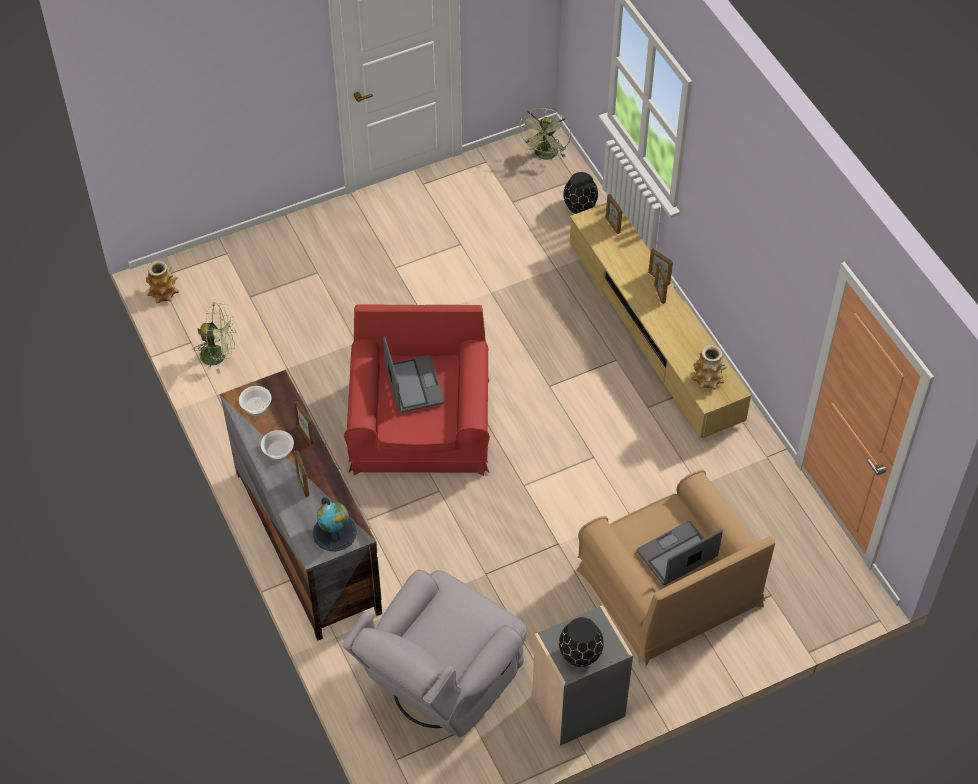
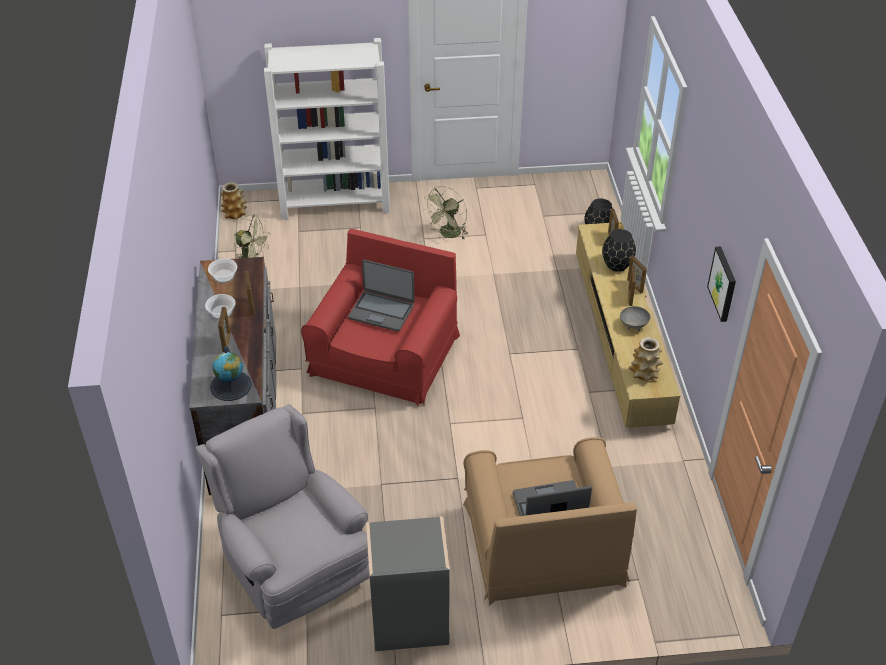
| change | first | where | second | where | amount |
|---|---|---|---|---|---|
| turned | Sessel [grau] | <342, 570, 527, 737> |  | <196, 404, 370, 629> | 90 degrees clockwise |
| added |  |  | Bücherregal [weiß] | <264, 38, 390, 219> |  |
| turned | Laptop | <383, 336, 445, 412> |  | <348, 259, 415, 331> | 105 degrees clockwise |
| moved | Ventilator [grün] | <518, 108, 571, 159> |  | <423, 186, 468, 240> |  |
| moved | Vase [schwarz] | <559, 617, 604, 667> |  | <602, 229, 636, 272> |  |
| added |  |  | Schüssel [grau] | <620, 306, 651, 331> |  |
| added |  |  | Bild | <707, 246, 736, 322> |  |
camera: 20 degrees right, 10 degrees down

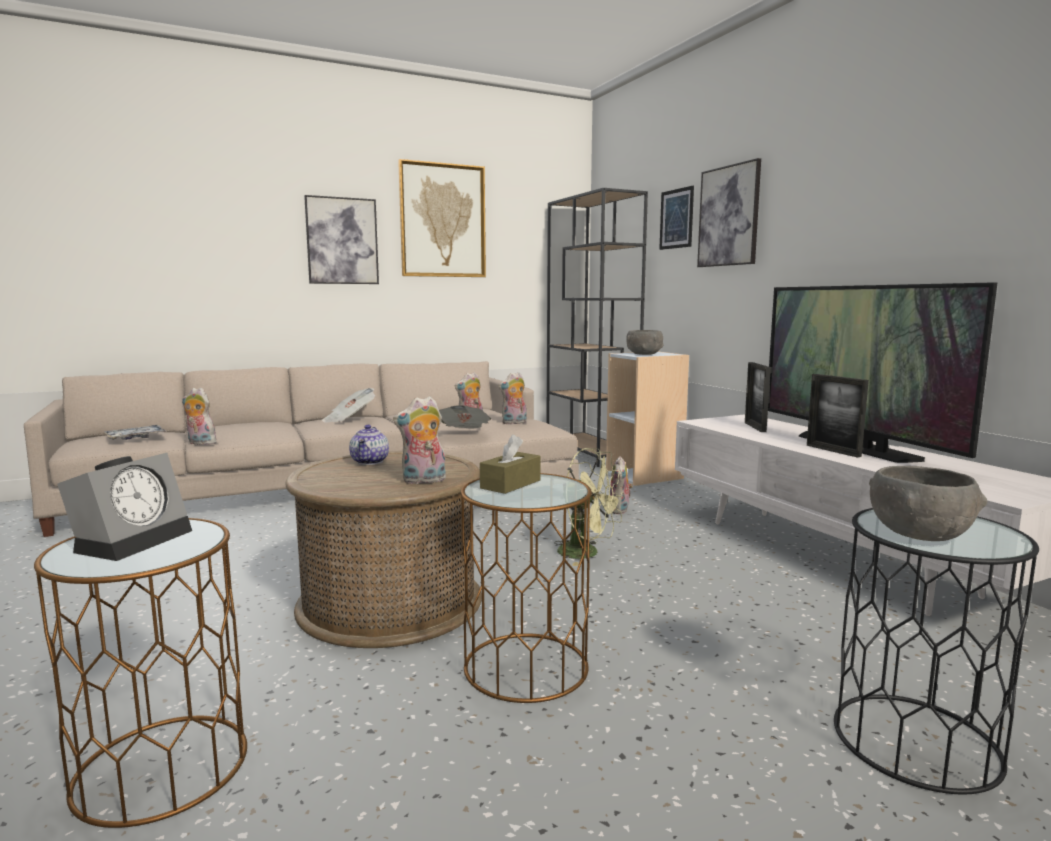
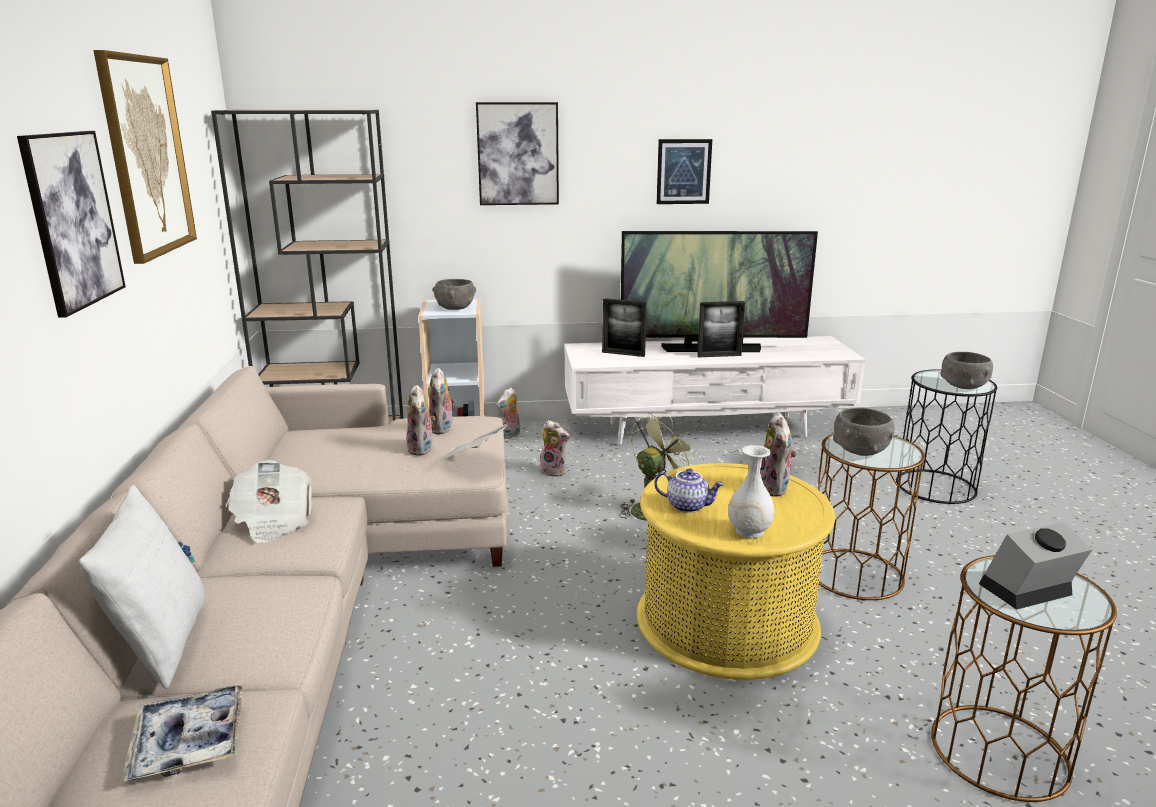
| change | first | where | second | where | amount |
|---|---|---|---|---|---|
| added |  |  | Kissen [grau] | <79, 485, 205, 689> |  |
| moved | Plüschtier | <182, 388, 218, 445> |  | <496, 387, 520, 439> |  |
| recoloured | Couchtisch [braun] | <285, 451, 482, 648> | Couchtisch [gelb] | <637, 463, 835, 680> |  |
| moved | Bild | <659, 186, 694, 250> |  | <657, 139, 712, 204> |  |
| added |  |  | Vase [weiß] | <728, 445, 775, 538> |  |
| replaced | Taschentuchbox [braun] | <480, 434, 541, 494> | Schüssel [grau] | <833, 408, 895, 456> |  |
| turned | Wecker | <57, 453, 192, 561> |  | <979, 522, 1092, 610> | 60 degrees counterclockwise |
camera: 70 degrees left, 10 degrees up

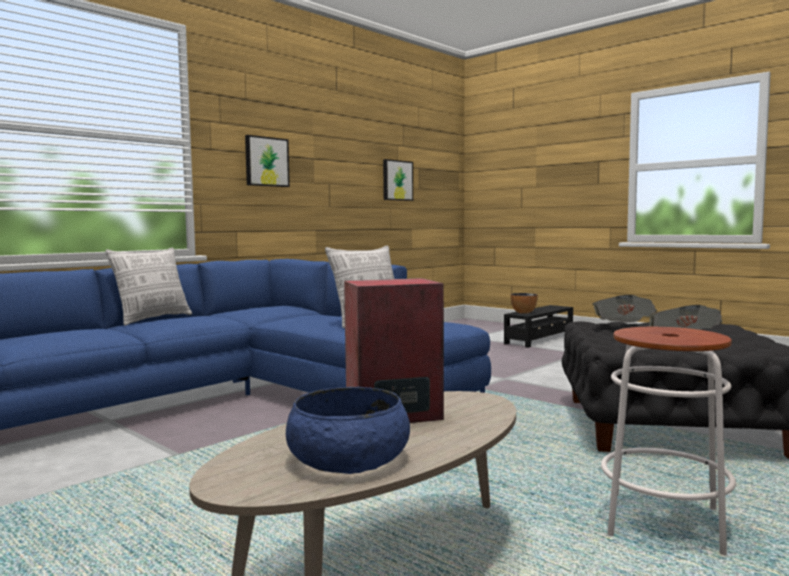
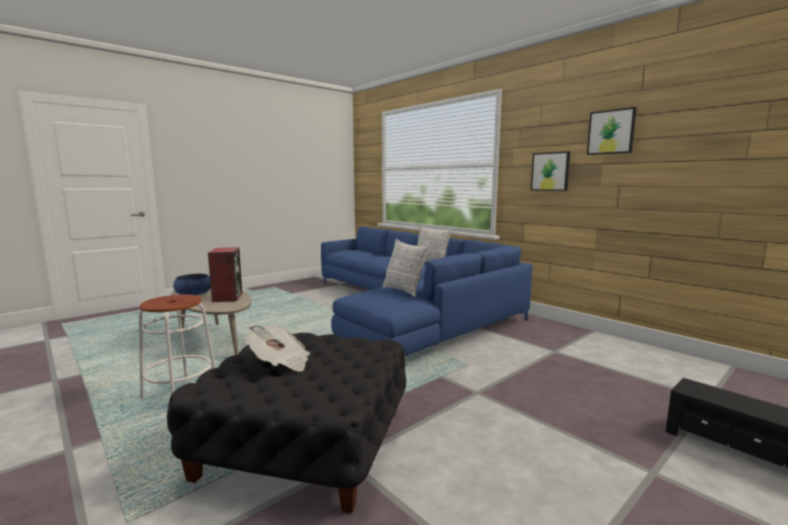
| change | first | where | second | where | amount |
|---|---|---|---|---|---|
| moved | Bild | <383, 159, 413, 201> |  | <587, 107, 637, 155> |  |
| removed | Schüssel | <511, 293, 538, 314> |  |  |  |
| removed | Zeitung | <592, 295, 657, 323> |  |  |  |
camera: 95 degrees right, 5 degrees up

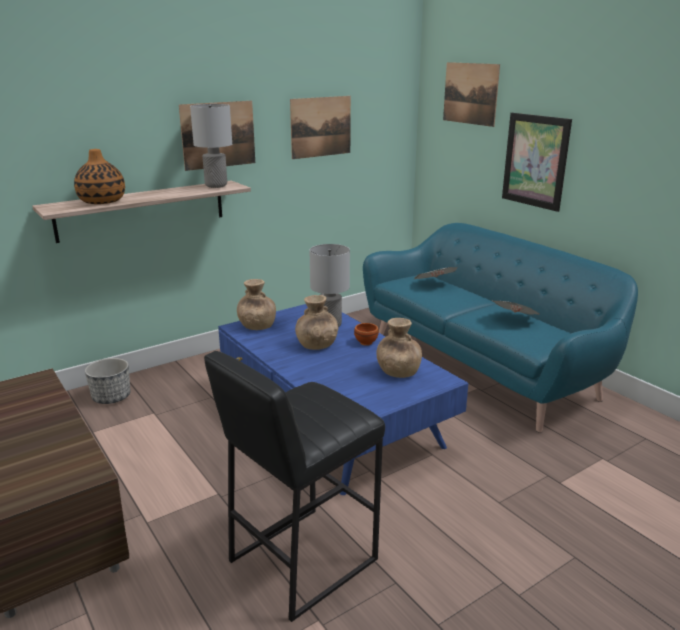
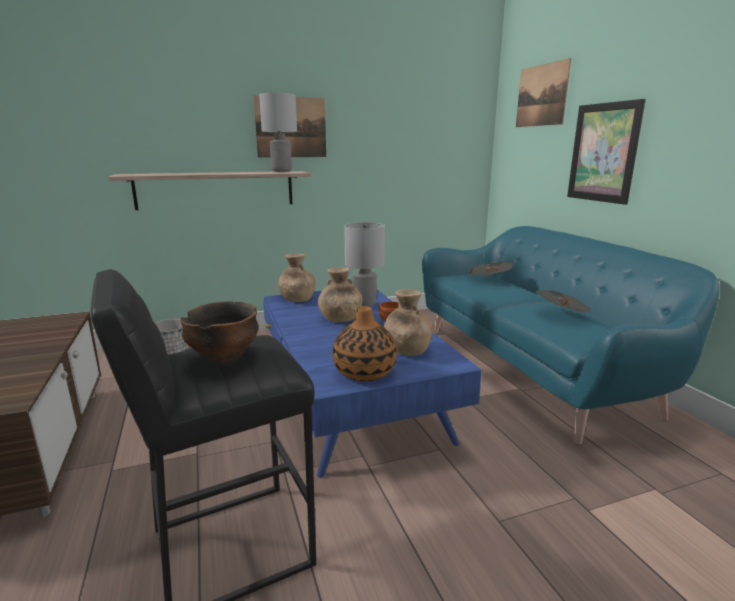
| change | first | where | second | where | amount |
|---|---|---|---|---|---|
| added |  |  | Schüssel | <180, 301, 259, 362> |  |
| moved | Vase | <74, 149, 125, 204> |  | <333, 306, 397, 381> |  |
| removed | Bild | <290, 96, 351, 159> |  |  |  |
camera: 15 degrees right, 5 degrees down

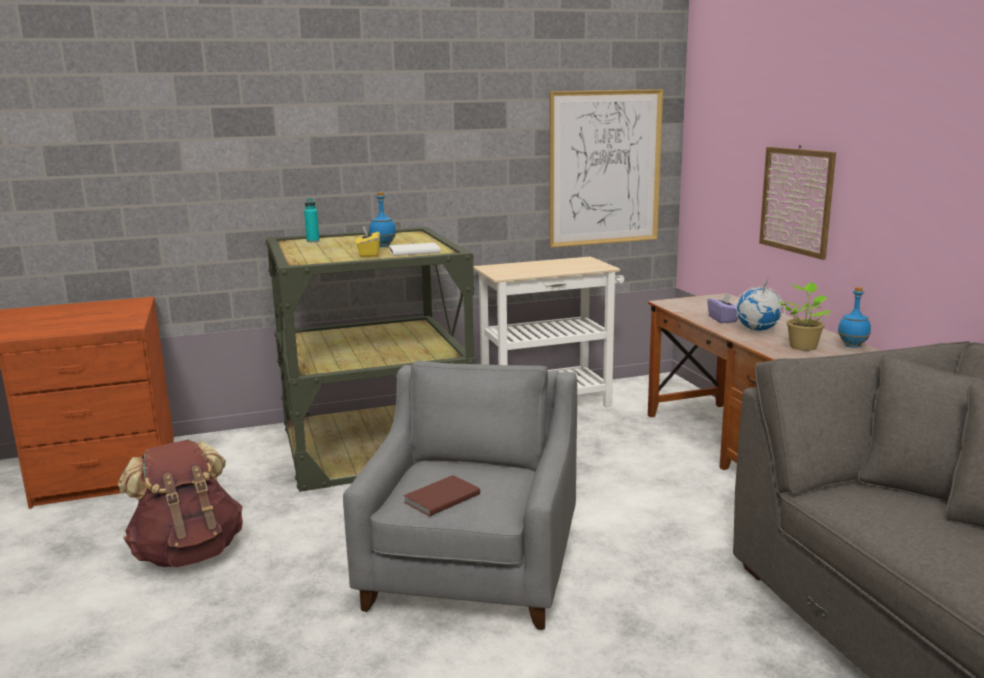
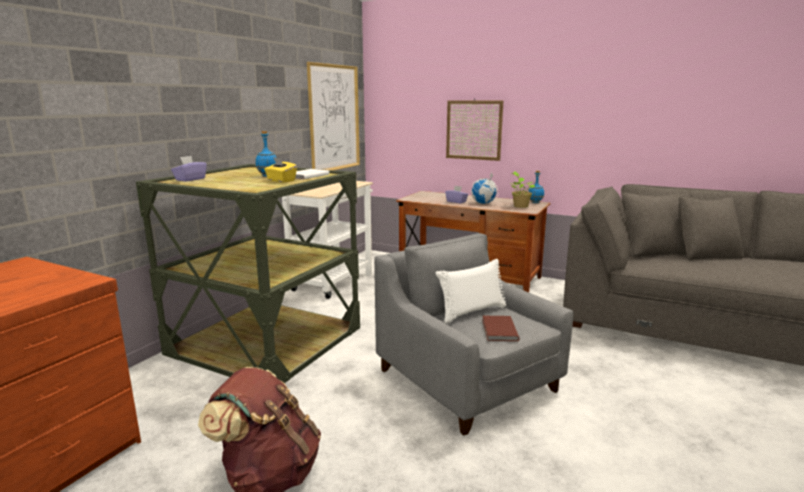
| change | first | where | second | where | amount |
|---|---|---|---|---|---|
| replaced | Flasche [türkis] | <304, 198, 320, 242> | Taschentuchbox [lila] | <171, 156, 207, 182> |  |
| added |  |  | Kissen [weiß] | <436, 259, 506, 323> |  |
camera: 45 degrees left, 0 degrees up

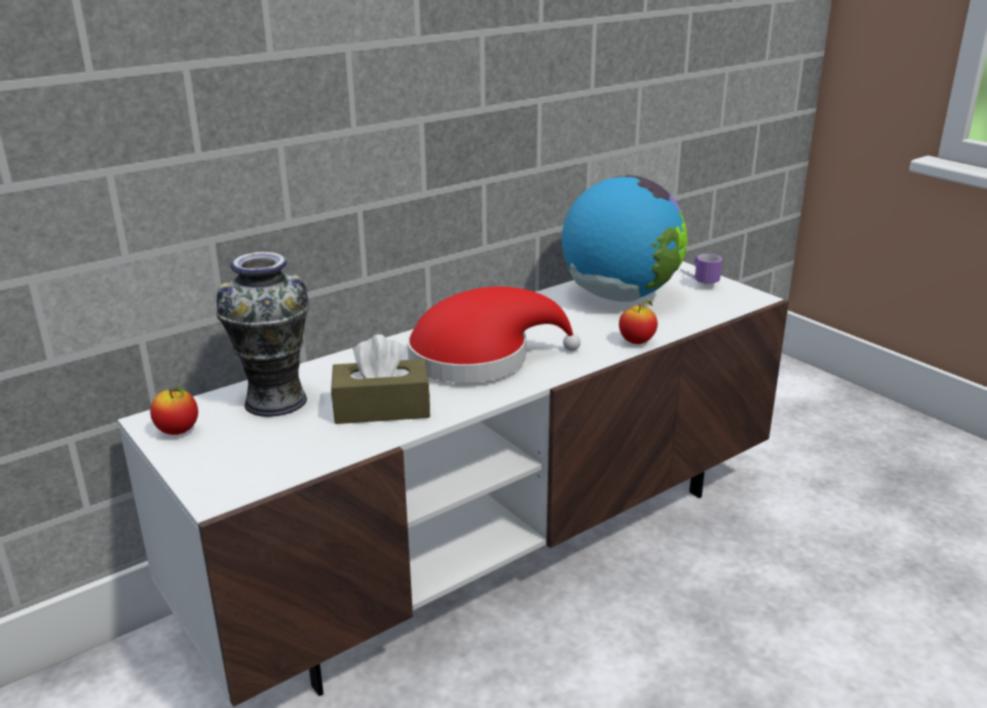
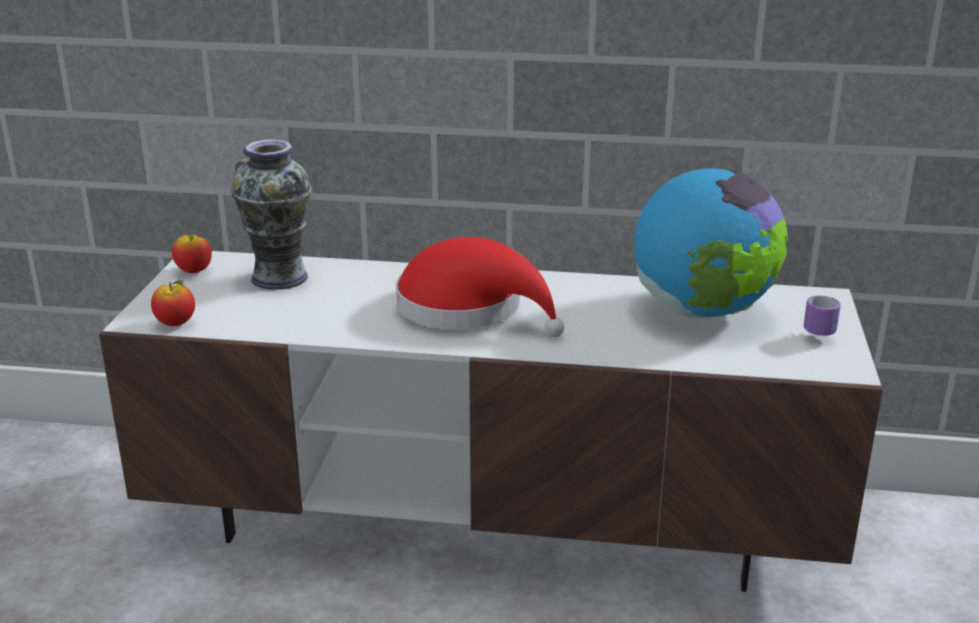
| change | first | where | second | where | amount |
|---|---|---|---|---|---|
| moved | Apfel | <619, 300, 658, 344> |  | <151, 280, 195, 326> |  |
| removed | Taschentuchbox [braun] | <331, 335, 430, 424> |  |  |  |
camera: 45 degrees right, 0 degrees up

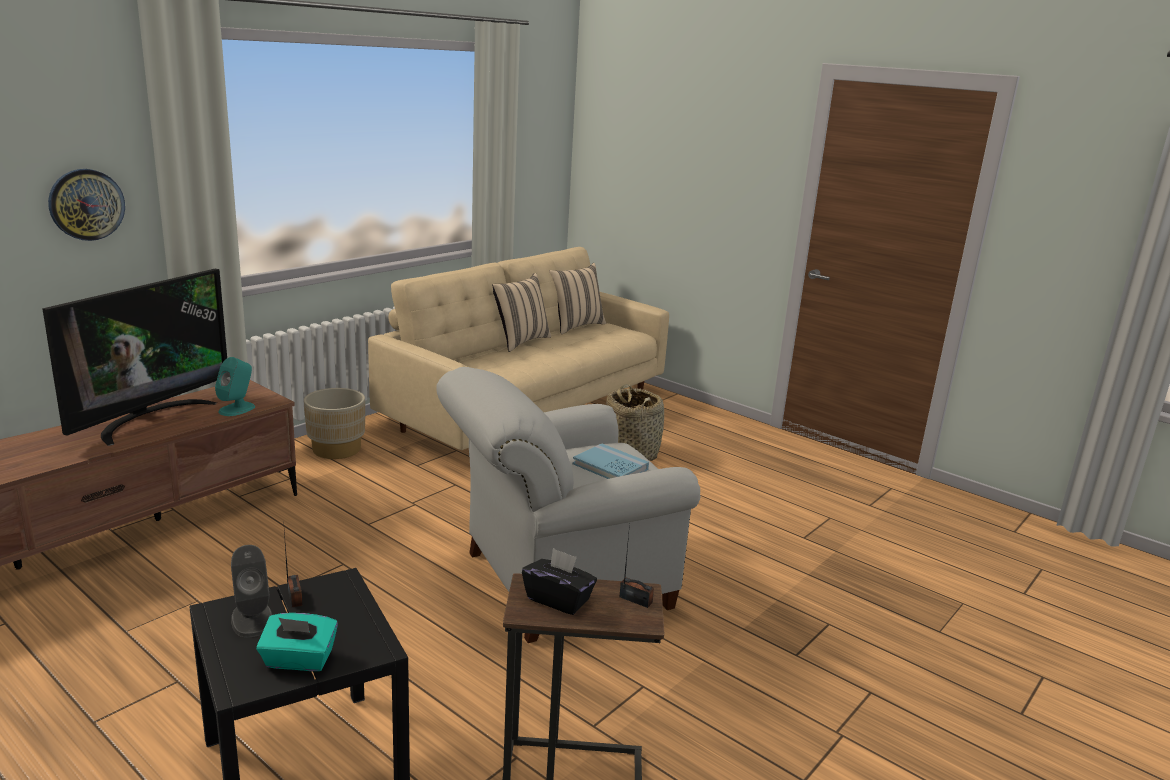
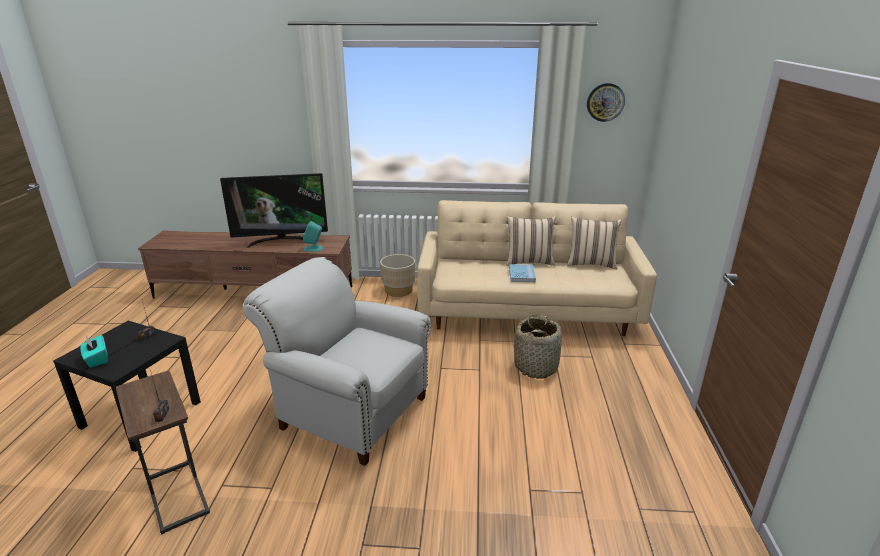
| change | first | where | second | where | amount |
|---|---|---|---|---|---|
| moved | Buch [blau] | <573, 443, 649, 479> |  | <509, 264, 536, 282> |  |
| moved | Wanduhr | <48, 169, 125, 241> |  | <587, 83, 625, 122> |  |
| removed | Lautsprecher [grau] | <231, 545, 273, 637> |  |  |  |
| removed | Taschentuchbox [schwarz] | <522, 548, 597, 615> |  |  |  |
camera: 55 degrees right, 5 degrees up

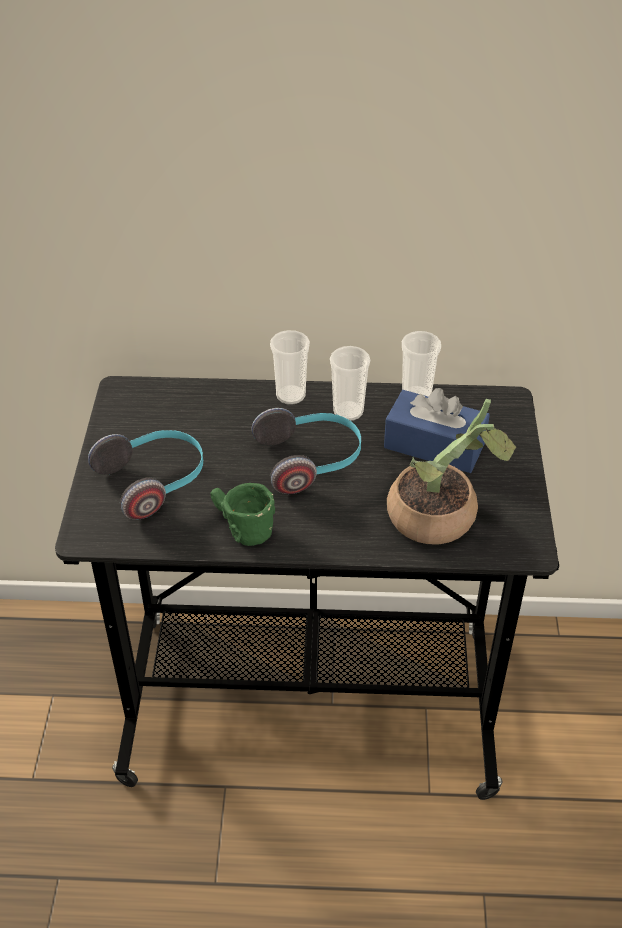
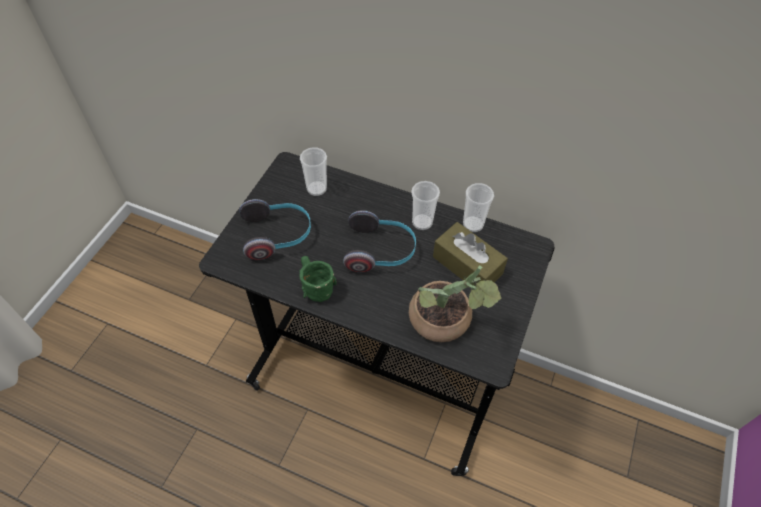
| change | first | where | second | where | amount |
|---|---|---|---|---|---|
| moved | Tasse | <270, 330, 310, 405> |  | <300, 147, 327, 196> |  |
| recoloured | Taschentuchbox [blau] | <384, 388, 490, 473> | Taschentuchbox [braun] | <433, 222, 508, 284> |  |
camera: 20 degrees right, 10 degrees up

